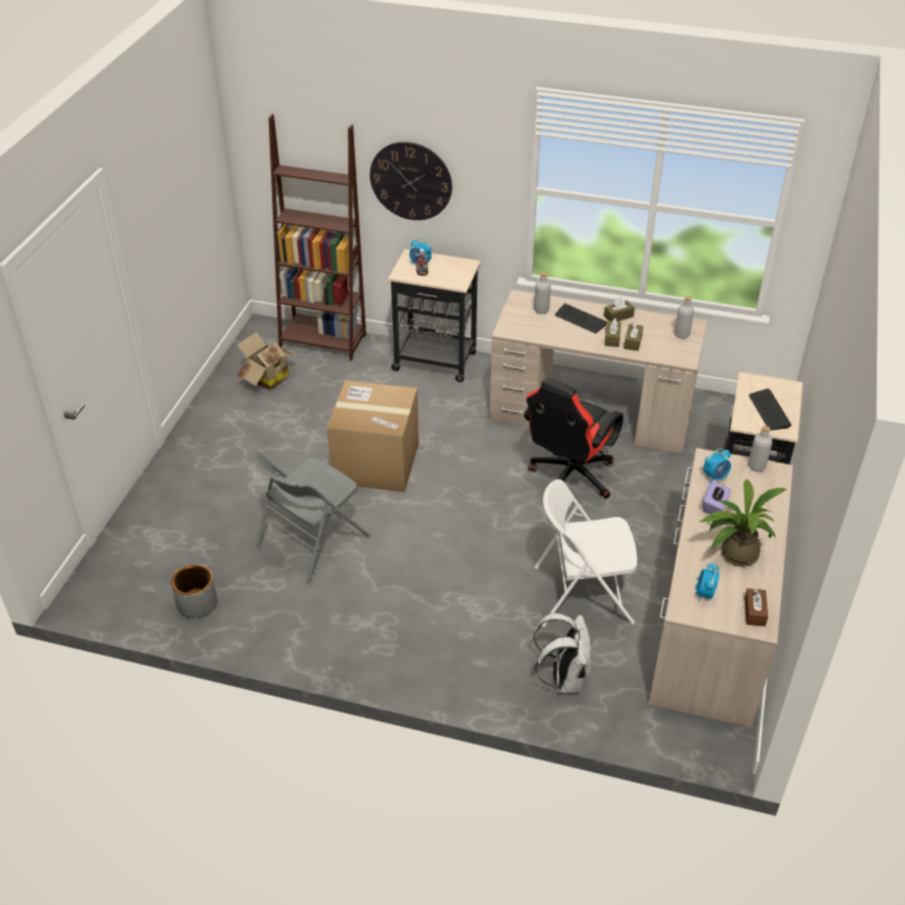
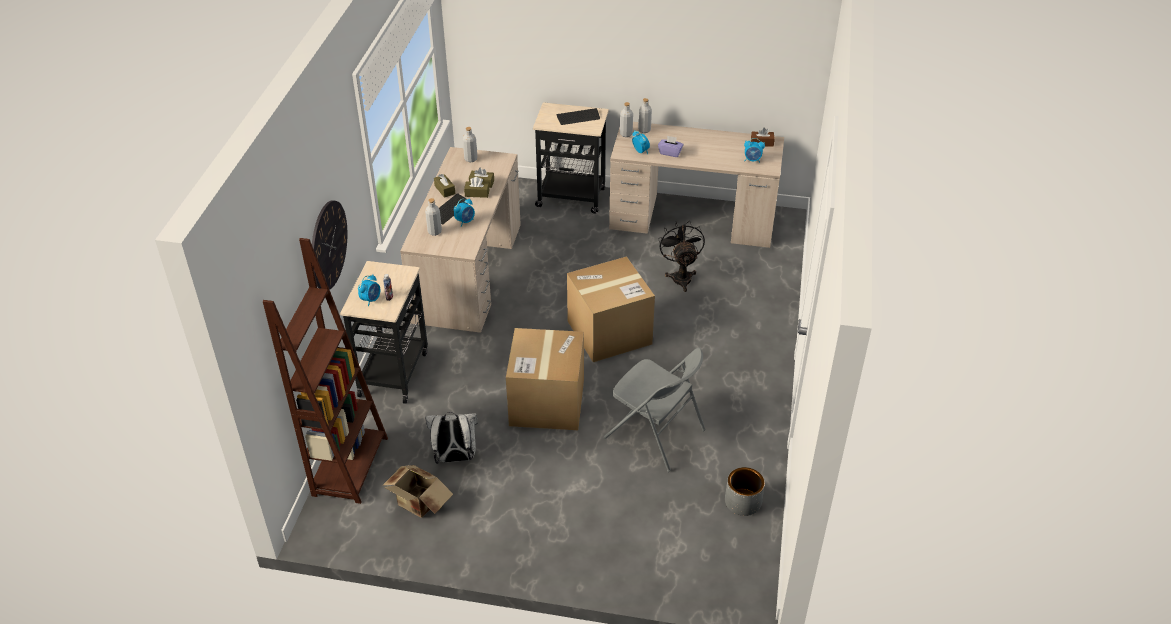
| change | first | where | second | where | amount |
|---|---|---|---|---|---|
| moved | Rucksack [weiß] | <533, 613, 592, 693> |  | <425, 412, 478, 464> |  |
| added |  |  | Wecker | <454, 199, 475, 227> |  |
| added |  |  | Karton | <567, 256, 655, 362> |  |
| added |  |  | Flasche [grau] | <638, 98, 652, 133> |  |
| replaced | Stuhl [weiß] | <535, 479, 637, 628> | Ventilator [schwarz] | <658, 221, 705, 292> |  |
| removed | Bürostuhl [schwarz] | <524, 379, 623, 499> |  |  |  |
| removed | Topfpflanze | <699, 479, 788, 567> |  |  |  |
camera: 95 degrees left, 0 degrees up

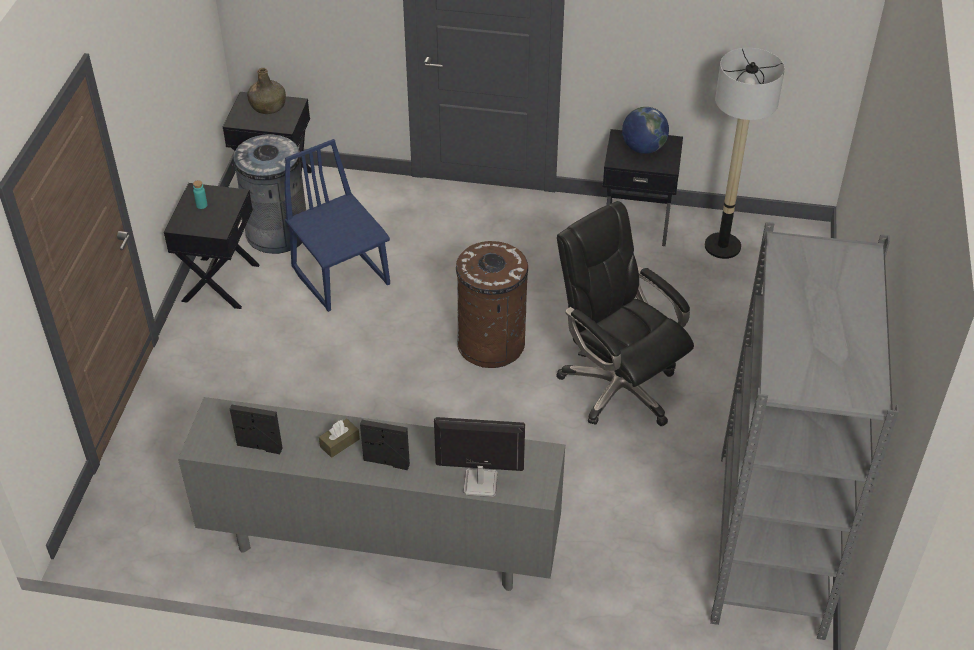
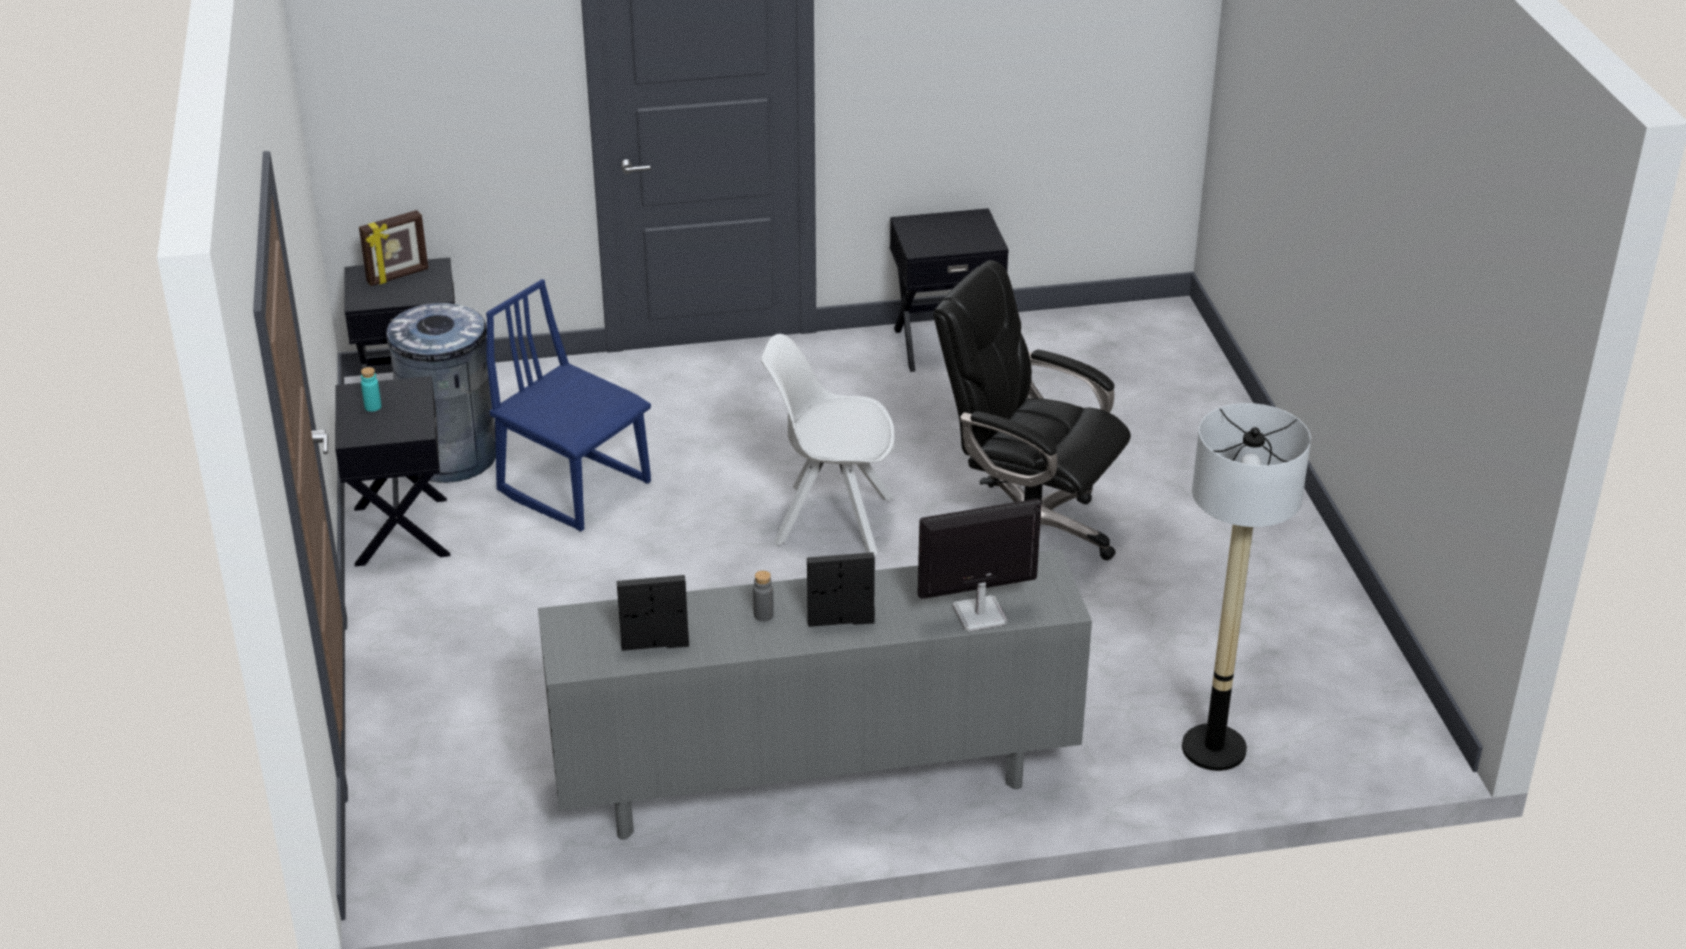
| change | first | where | second | where | amount |
|---|---|---|---|---|---|
| replaced | Flasche [grün] | <247, 68, 286, 114> | Bilderrahmen | <359, 210, 428, 286> |  |
| replaced | Taschentuchbox [braun] | <319, 419, 360, 458> | Flasche [grau] | <753, 571, 774, 621> |  |
| replaced | Mülleimer [braun] | <456, 241, 528, 368> | Stuhl [weiß] | <761, 334, 894, 555> |  |
| moved | Stehlampe | <705, 48, 785, 259> |  | <1182, 403, 1311, 771> |  |
| removed | Globus | <622, 107, 669, 154> |  |  |  |
| removed | Bücherregal [grau] | <710, 222, 899, 640> |  |  |  |
camera: 20 degrees left, 10 degrees down

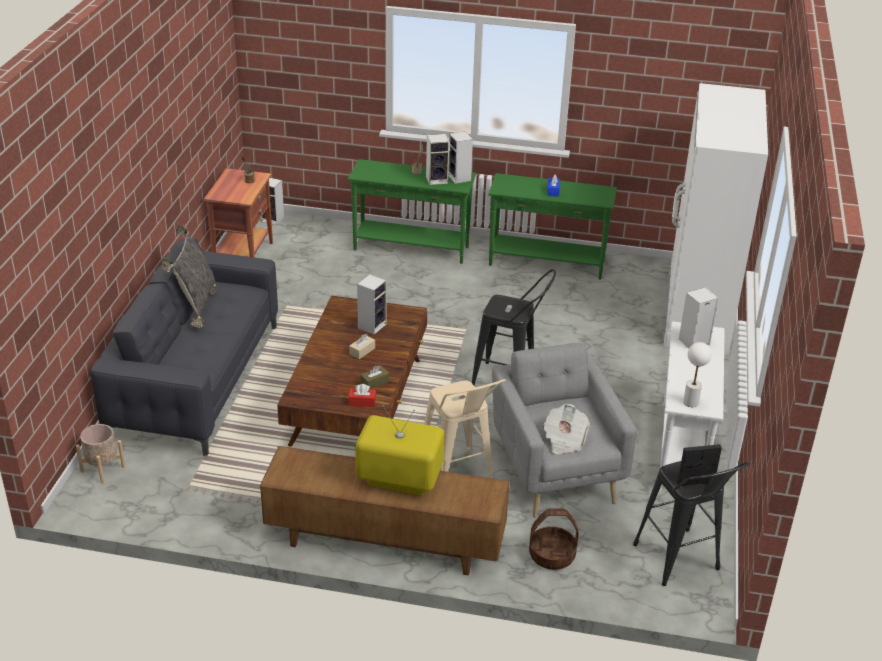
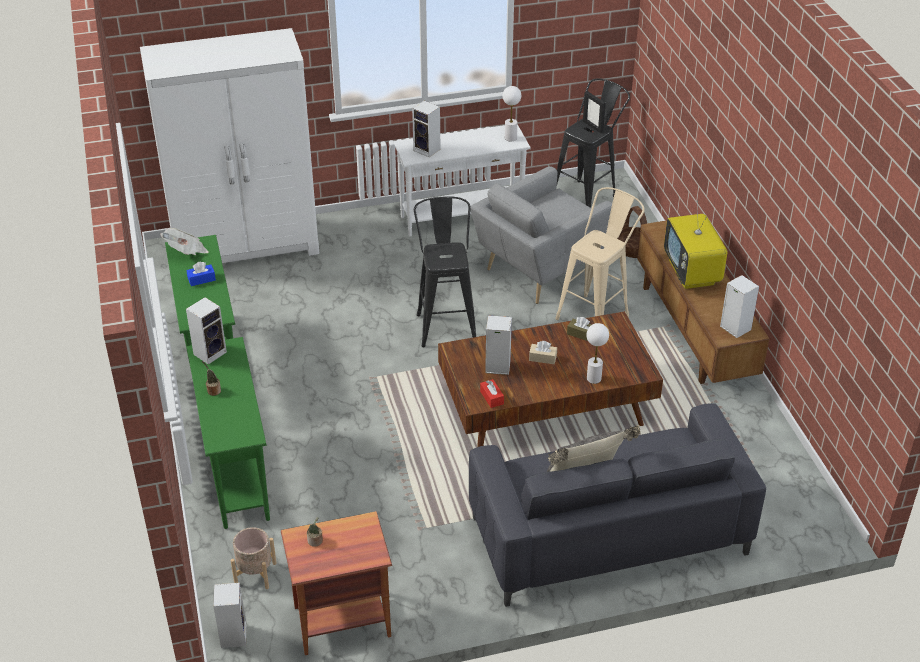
| change | first | where | second | where | amount |
|---|---|---|---|---|---|
| moved | Zeitung | <543, 404, 590, 454> |  | <160, 228, 208, 255> |  |
| moved | Pflanzkübel [beige] | <76, 424, 125, 484> |  | <231, 527, 277, 589> |  |
| moved | Taschentuchbox [rot] | <348, 384, 376, 407> |  | <480, 379, 504, 408> |  |
| added |  |  | Tischlampe [weiß] | <586, 323, 609, 384> |  |
| moved | Lautsprecher | <426, 134, 449, 185> |  | <720, 275, 759, 338> |  |
camera: 115 degrees left, 5 degrees up

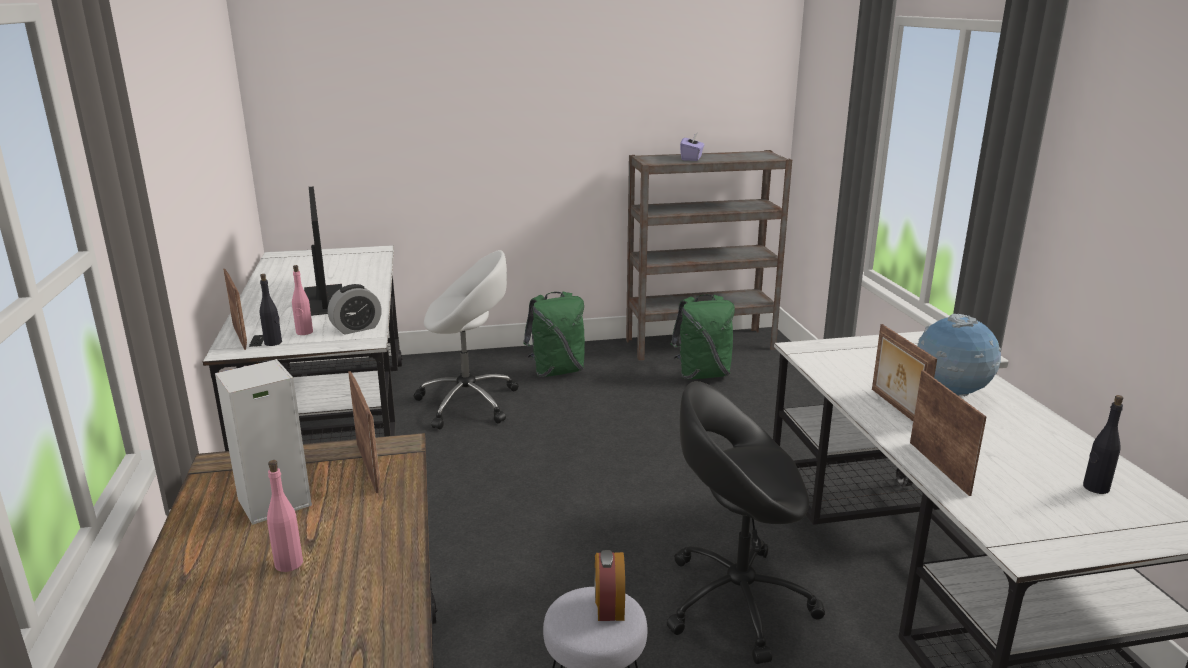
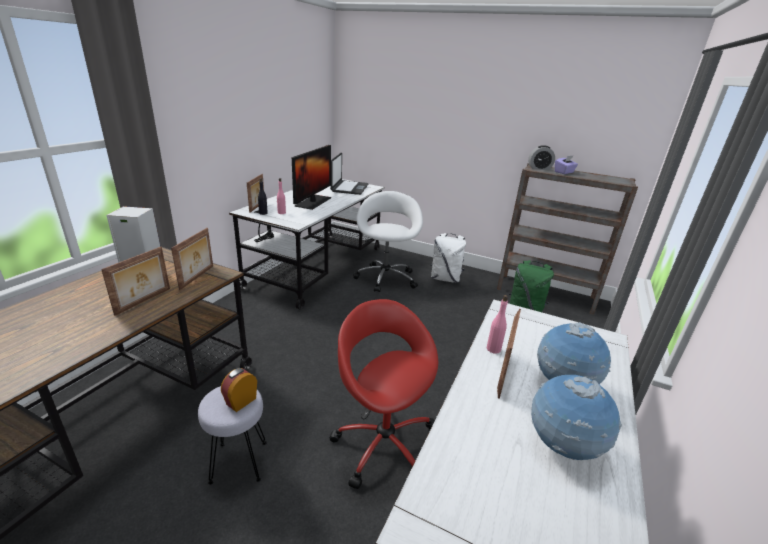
| change | first | where | second | where | amount |
|---|---|---|---|---|---|
| moved | Bilderrahmen | <910, 370, 986, 496> |  | <101, 247, 170, 316> |  |
| recoloured | Bürostuhl [schwarz] | <667, 381, 825, 664> | Bürostuhl [rot] | <329, 299, 438, 489> |  |
| added |  |  | Laptop | <330, 153, 369, 195> |  |
| turned | Bürostuhl [weiß] | <414, 250, 519, 429> |  | <353, 191, 423, 292> | 120 degrees counterclockwise |
| recoloured | Rucksack [grün] | <523, 292, 585, 377> | Rucksack [weiß] | <430, 233, 466, 283> |  |
| moved | Flasche [rosa] | <267, 460, 303, 572> |  | <487, 295, 508, 354> |  |
| moved | Wecker | <328, 284, 382, 335> |  | <528, 145, 555, 170> |  |
| added |  |  | Globus | <531, 375, 622, 460> |  |
| removed | Flasche [schwarz] | <1083, 395, 1124, 494> |  |  |  |
camera: 35 degrees right, 5 degrees up

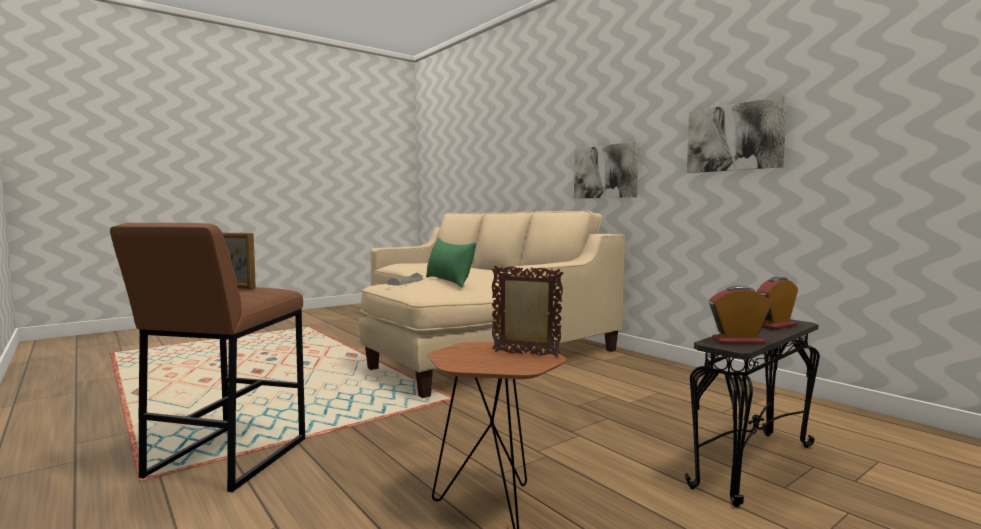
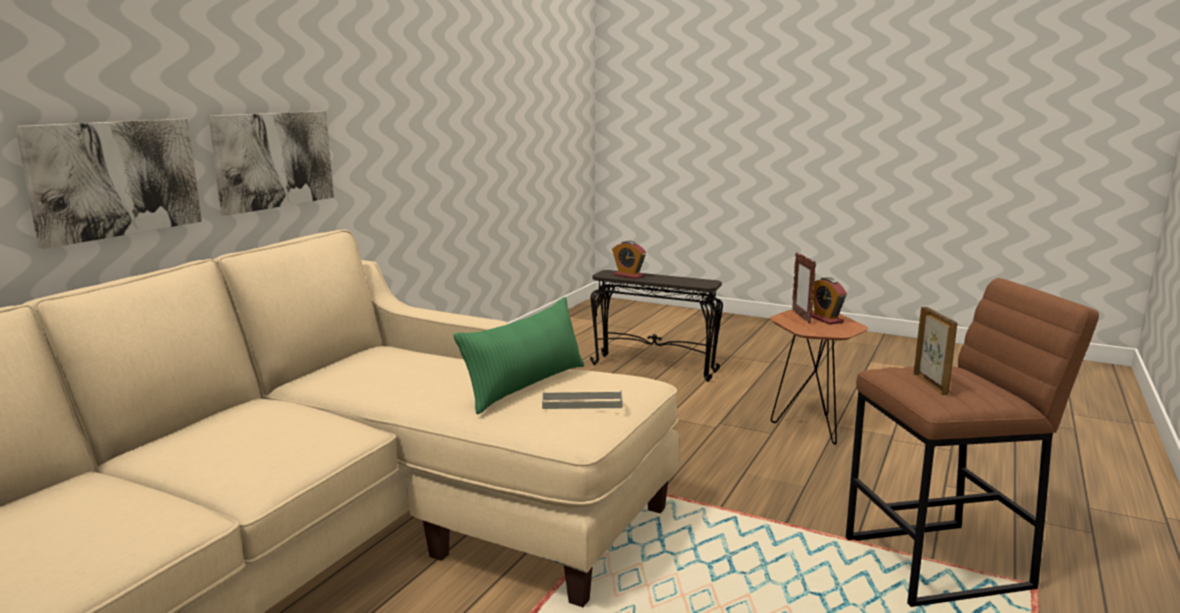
| change | first | where | second | where | amount |
|---|---|---|---|---|---|
| moved | Bild | <687, 96, 787, 173> |  | <15, 119, 202, 249> |  |
| moved | Wecker | <709, 286, 772, 345> |  | <811, 277, 847, 325> |  |
camera: 115 degrees left, 10 degrees up

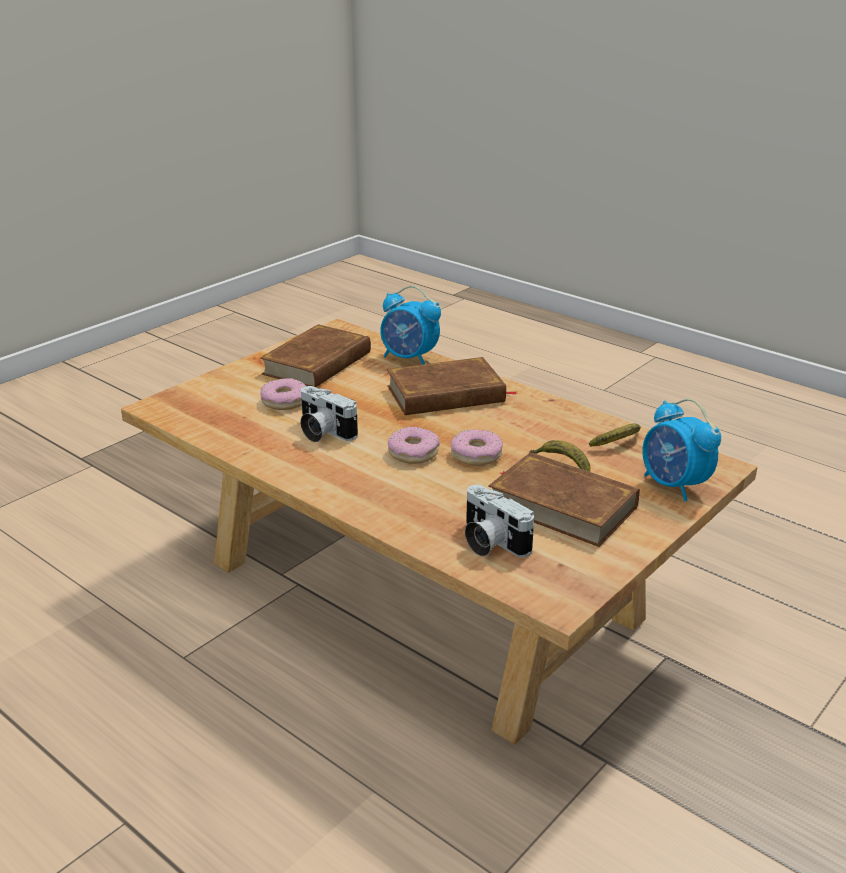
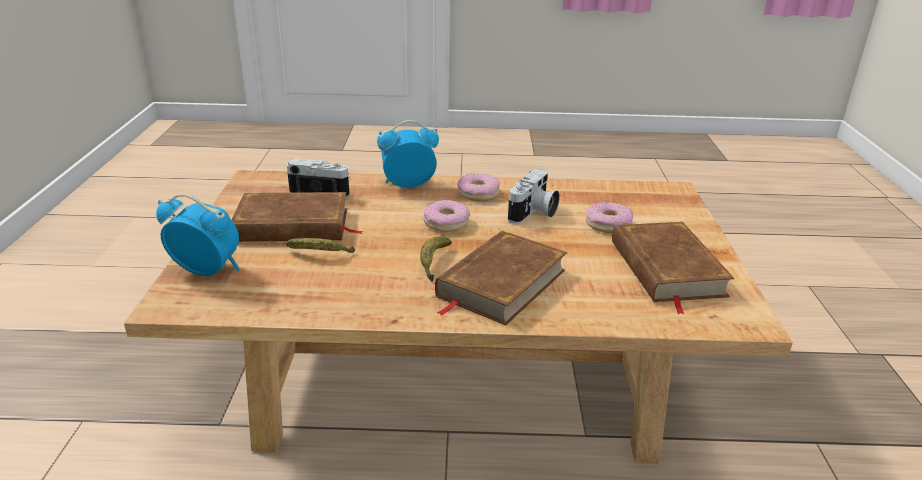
| change | first | where | second | where | amount |
|---|---|---|---|---|---|
| moved | Wecker | <380, 286, 441, 364> |  | <377, 120, 439, 188> |  |
| moved | Banane | <589, 423, 641, 447> |  | <420, 236, 452, 281> |  |
| moved | Donut | <451, 429, 503, 466> |  | <457, 173, 500, 201> |  |
| turned | Kamera | <300, 386, 358, 442> |  | <508, 169, 560, 224> | 120 degrees clockwise |
camera: 140 degrees right, 0 degrees up

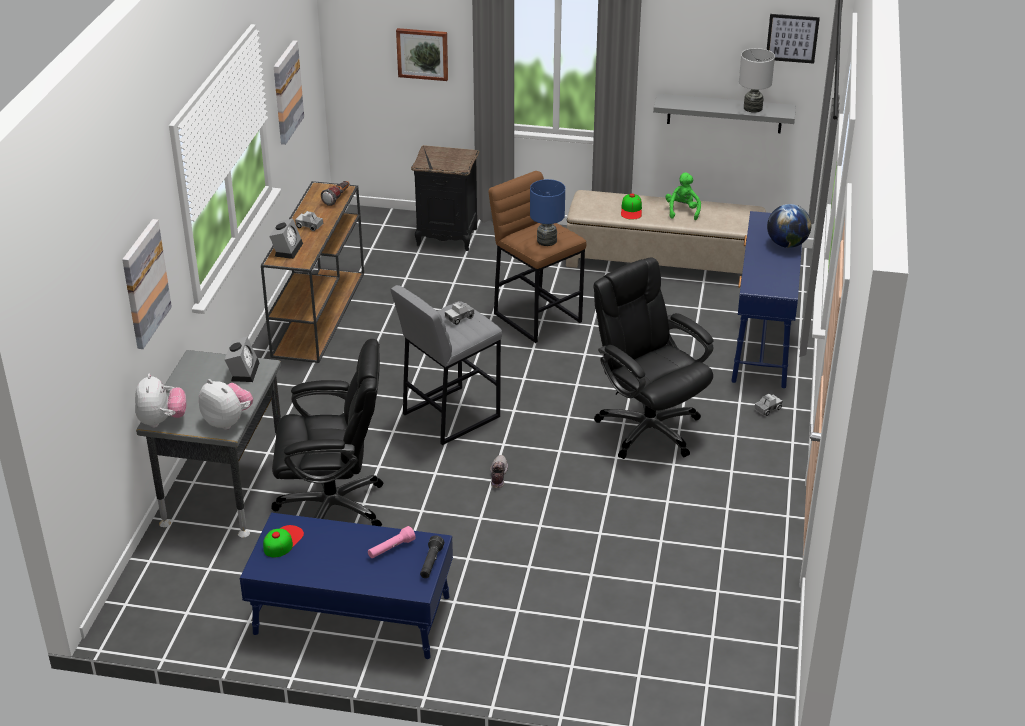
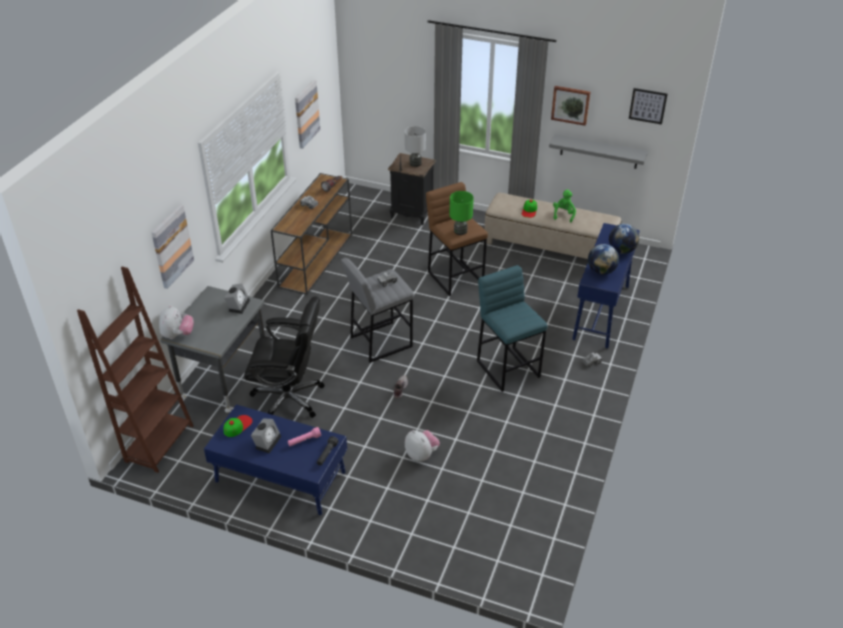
| change | first | where | second | where | amount |
|---|---|---|---|---|---|
| added |  |  | Bücherregal [braun] | <77, 267, 194, 473> |  |
| moved | Wecker | <270, 219, 303, 259> |  | <251, 418, 281, 453> |  |
| moved | Tischlampe [grau] | <739, 48, 775, 113> |  | <405, 126, 426, 167> |  |
| moved | Plüschtier | <199, 379, 253, 430> |  | <405, 430, 440, 462> |  |
| recoloured | Tischlampe [blau] | <530, 179, 565, 246> | Tischlampe [grün] | <449, 191, 474, 235> |  |
| replaced | Bürostuhl [schwarz] | <594, 257, 714, 459> | Hocker [türkis] | <477, 265, 548, 392> |  |
| moved | Bild | <396, 28, 448, 81> |  | <551, 86, 591, 126> |  |
| added |  |  | Globus | <588, 244, 619, 275> |  |
camera: 10 degrees right, 5 degrees up

